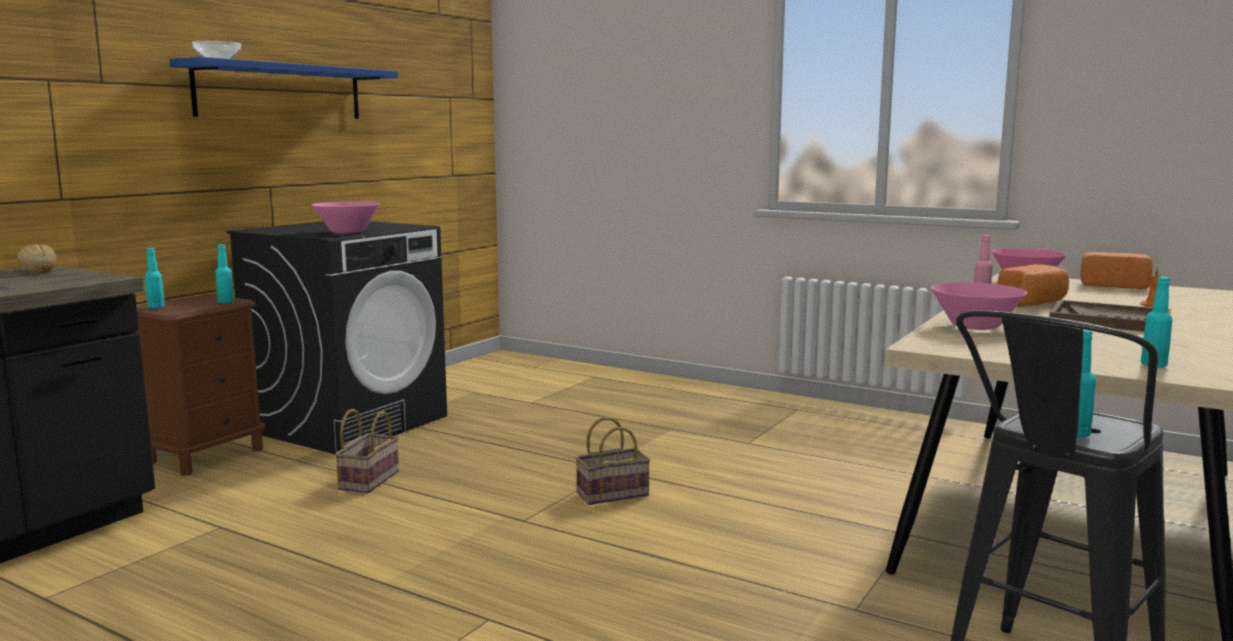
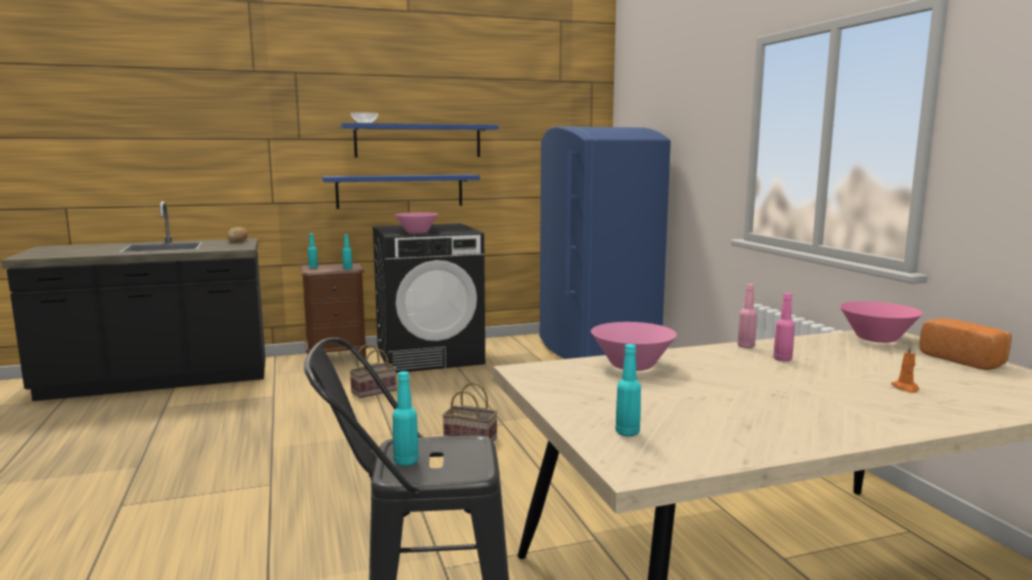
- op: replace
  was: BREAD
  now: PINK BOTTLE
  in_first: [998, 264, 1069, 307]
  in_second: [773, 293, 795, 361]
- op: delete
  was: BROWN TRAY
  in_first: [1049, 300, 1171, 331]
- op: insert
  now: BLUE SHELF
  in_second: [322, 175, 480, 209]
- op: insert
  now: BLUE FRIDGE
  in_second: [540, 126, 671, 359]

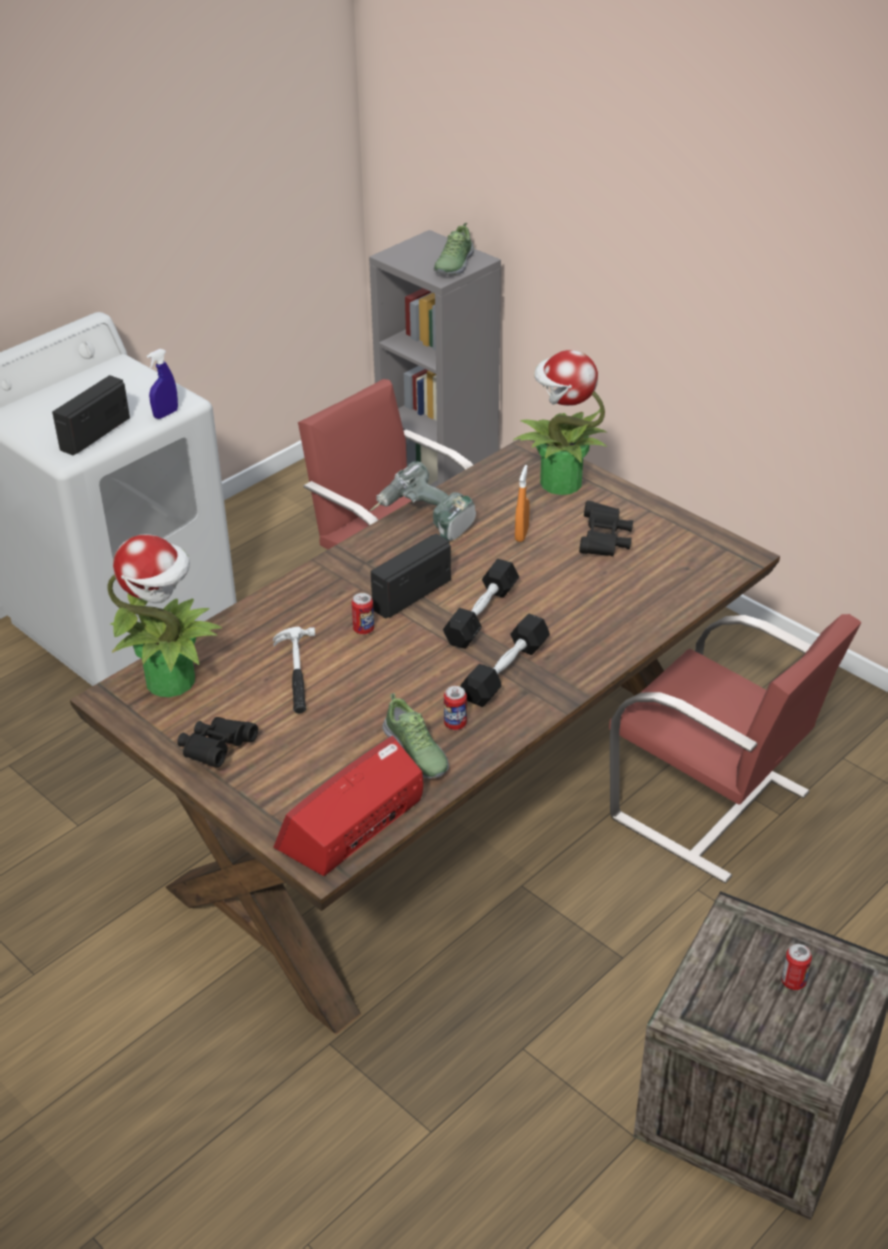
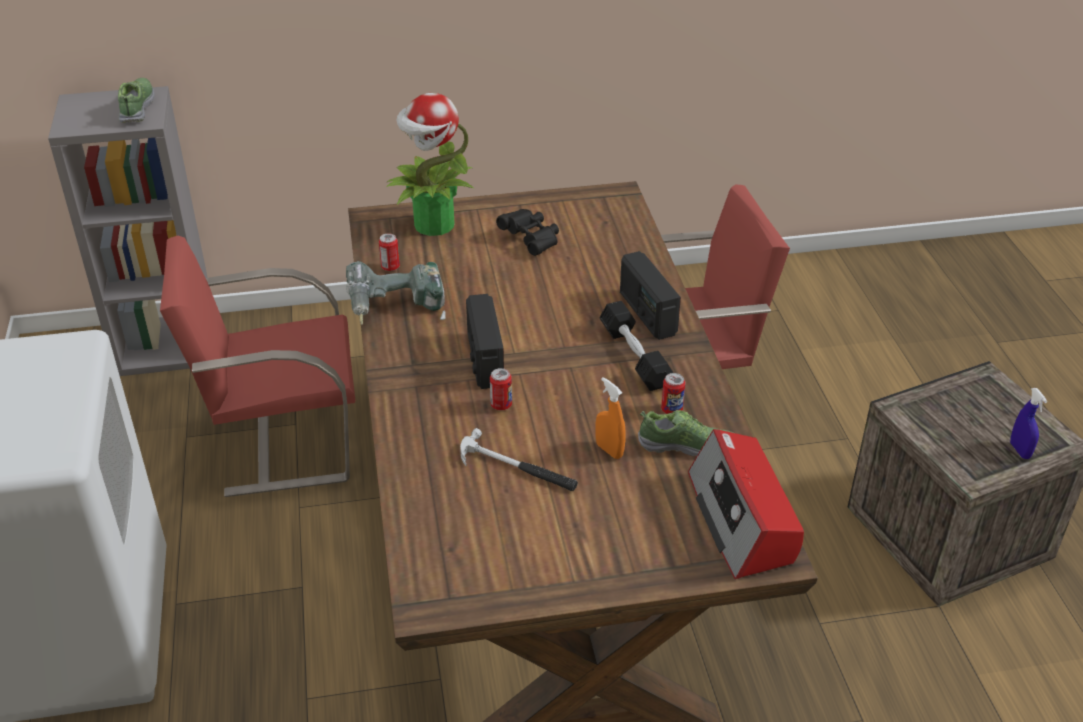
- op: move
  was: RADIO
  in_first: [52, 375, 130, 455]
  in_second: [620, 251, 681, 340]
- op: delete
  was: POTTED PLANT
  in_first: [107, 534, 223, 697]
- op: move
  was: BLUE SPRAY BOTTLE
  in_first: [147, 349, 178, 419]
  in_second: [1010, 388, 1047, 459]
- op: delete
  was: BLACK BINOCULARS
  in_first: [177, 717, 258, 768]
- op: rotate
  was: SHOE
  in_first: [434, 223, 474, 275]
  in_second: [118, 78, 155, 123]
  clockwise: -150
- op: delete
  was: BLACK DUMBBELL
  in_first: [443, 559, 519, 649]
- op: move
  was: ORANGE SPRAY BOTTLE
  in_first: [515, 465, 530, 542]
  in_second: [596, 377, 626, 459]
- op: move
  was: CAN
  in_first: [781, 944, 812, 990]
  in_second: [379, 233, 400, 271]

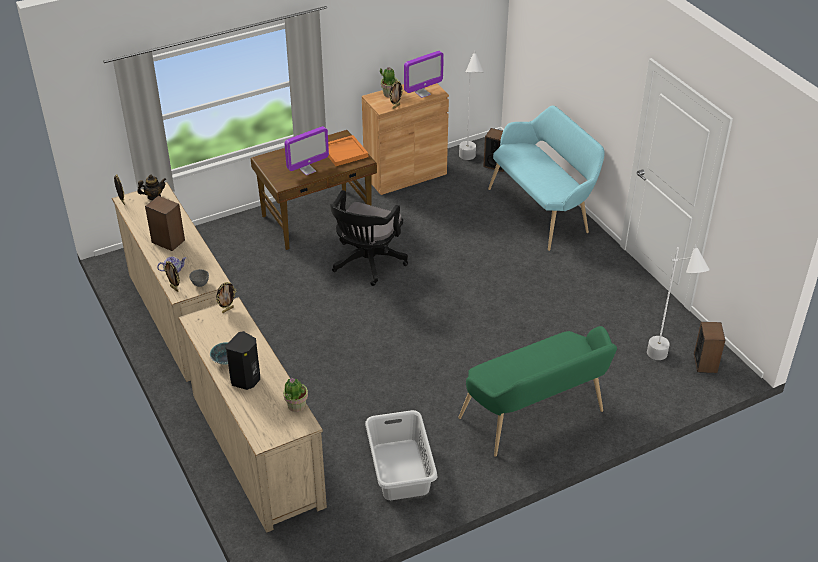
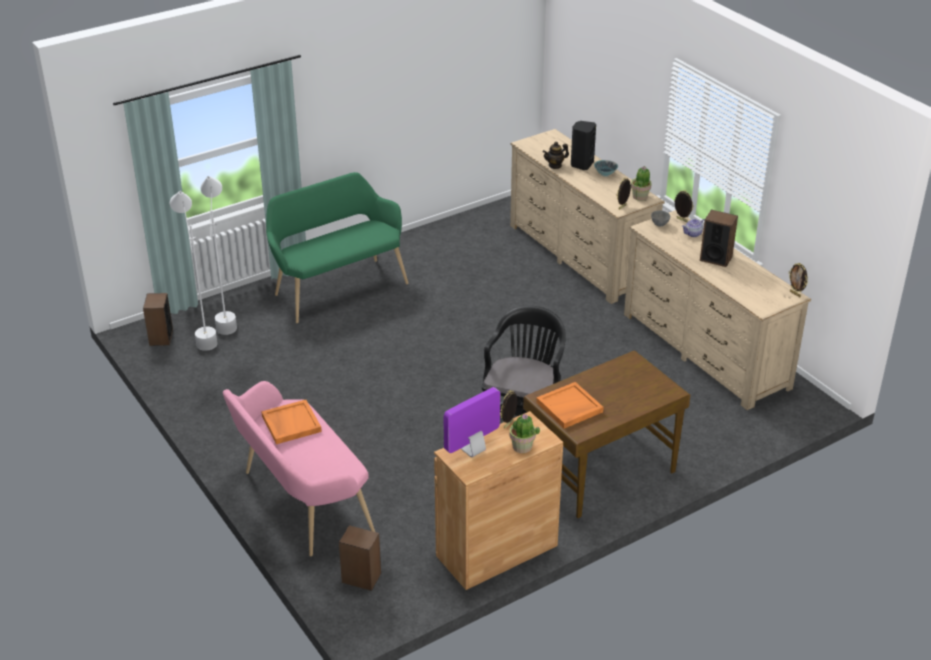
- op: move
  was: TEAPOT
  in_first: [137, 175, 166, 200]
  in_second: [543, 142, 569, 169]
- op: move
  was: POTTED PLANT
  in_first: [283, 378, 308, 412]
  in_second: [631, 166, 652, 201]
- op: delete
  was: MONITOR
  in_first: [285, 126, 329, 175]
- op: delete
  was: GREY LAUNDRY BASKET
  in_first: [365, 410, 437, 500]
- op: move
  was: WHITE FLOOR LAMP
  in_first: [459, 51, 484, 160]
  in_second: [201, 176, 237, 335]
- op: recolor
  was: TURQUOISE BENCH
  now: PINK BENCH
  in_first: [488, 105, 604, 251]
  in_second: [223, 381, 375, 556]
- op: insert
  now: ORANGE TRAY
  in_second: [261, 400, 322, 444]

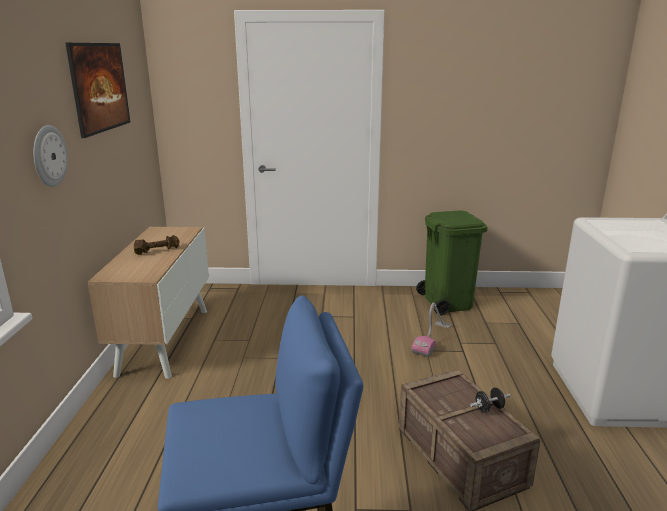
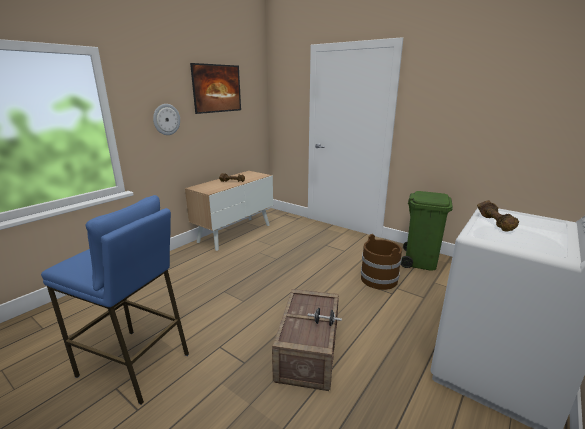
- op: replace
  was: VACUUM CLEANER
  now: BROWN BUCKET
  in_first: [412, 303, 451, 357]
  in_second: [361, 234, 402, 290]
- op: insert
  now: BROWN DUMBBELL
  in_second: [477, 200, 519, 231]

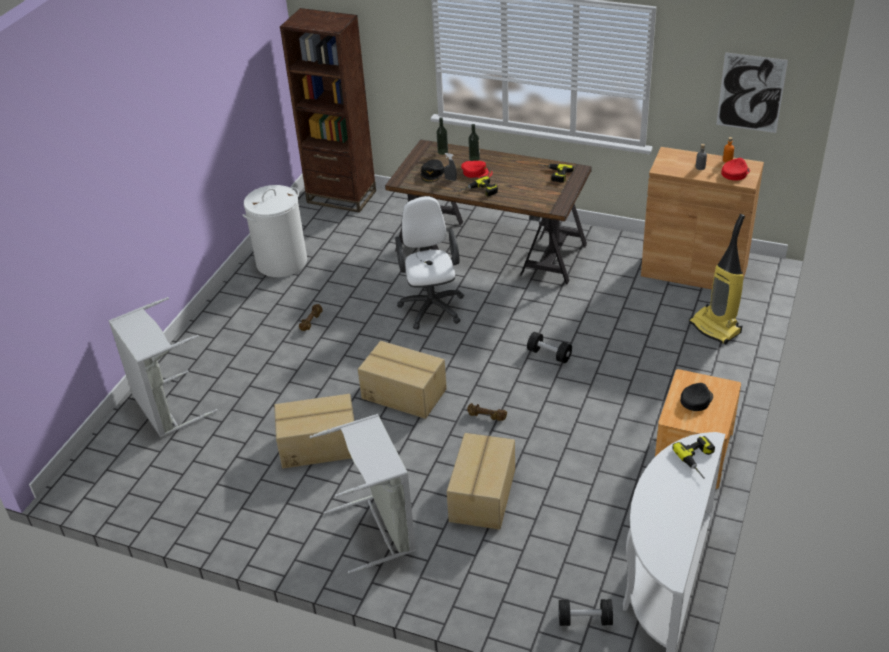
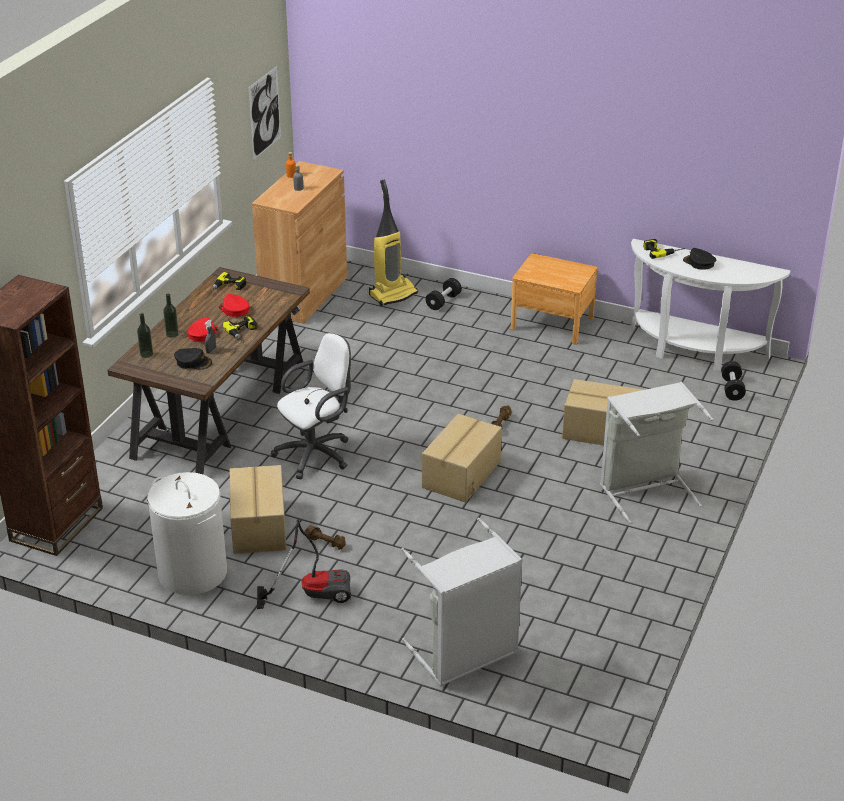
- op: move
  was: CARDBOARD BOX
  in_first: [274, 394, 354, 469]
  in_second: [230, 465, 287, 554]
- op: rotate
  was: WHITE OFFICE CHAIR
  in_first: [395, 196, 464, 330]
  in_second: [271, 333, 351, 479]
  clockwise: 150
- op: move
  was: BLACK DUMBBELL
  in_first: [527, 332, 572, 363]
  in_second: [426, 278, 462, 310]
- op: move
  was: BLACK CAP
  in_first: [680, 383, 713, 411]
  in_second: [683, 248, 716, 270]
- op: move
  was: RED CAP
  in_first: [721, 158, 750, 180]
  in_second: [219, 294, 249, 317]
- op: insert
  now: VACUUM CLEANER
  in_second: [257, 519, 351, 609]

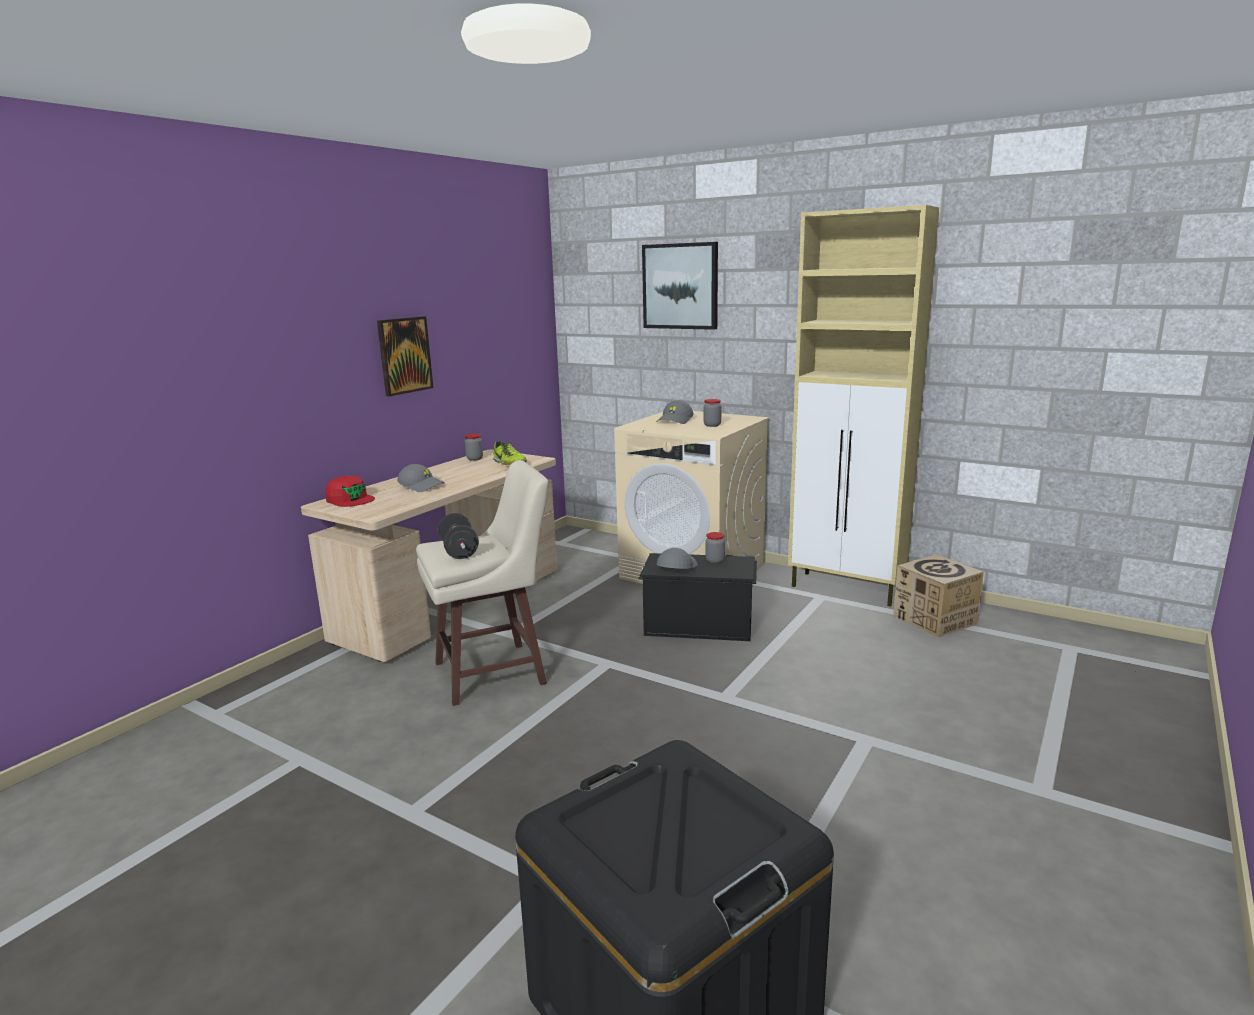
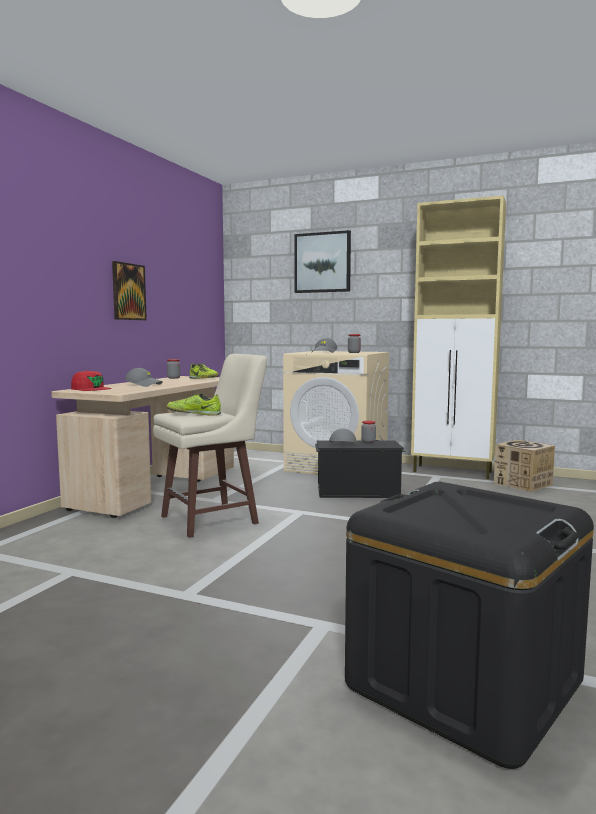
- op: replace
  was: BLACK DUMBBELL
  now: SHOE
  in_first: [438, 513, 479, 559]
  in_second: [167, 393, 221, 416]

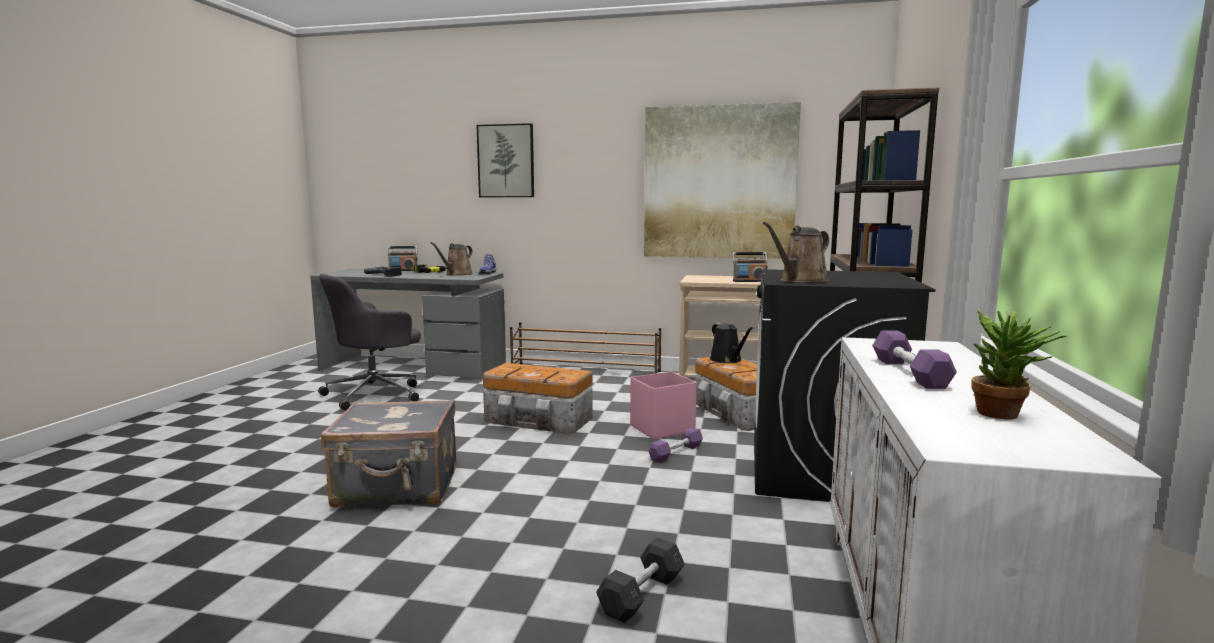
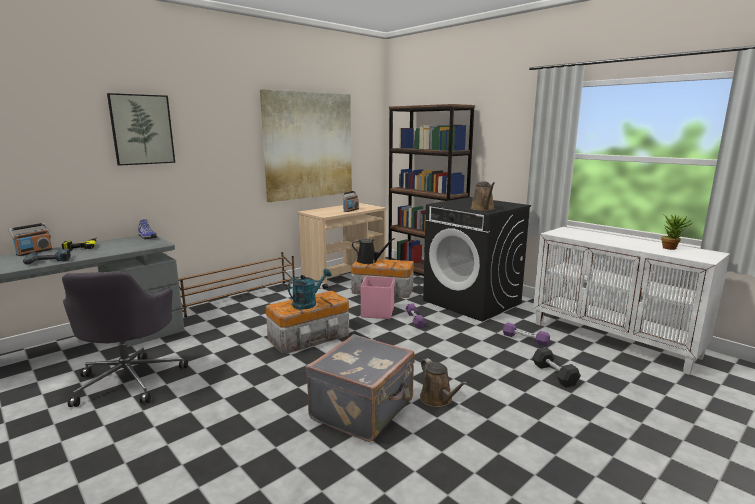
- op: move
  was: BROWN WATERING CAN
  in_first: [431, 242, 473, 276]
  in_second: [420, 358, 468, 407]
- op: move
  was: PURPLE DUMBBELL
  in_first: [872, 331, 957, 389]
  in_second: [503, 322, 550, 346]
- op: insert
  now: TURQUOISE WATERING CAN
  in_second: [288, 269, 331, 309]

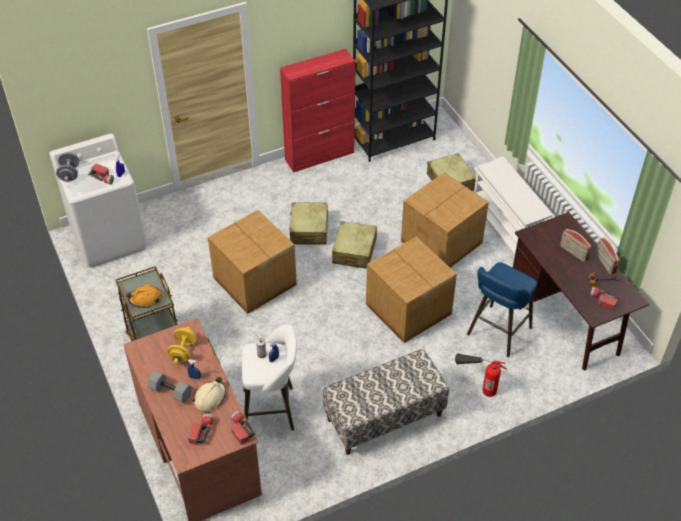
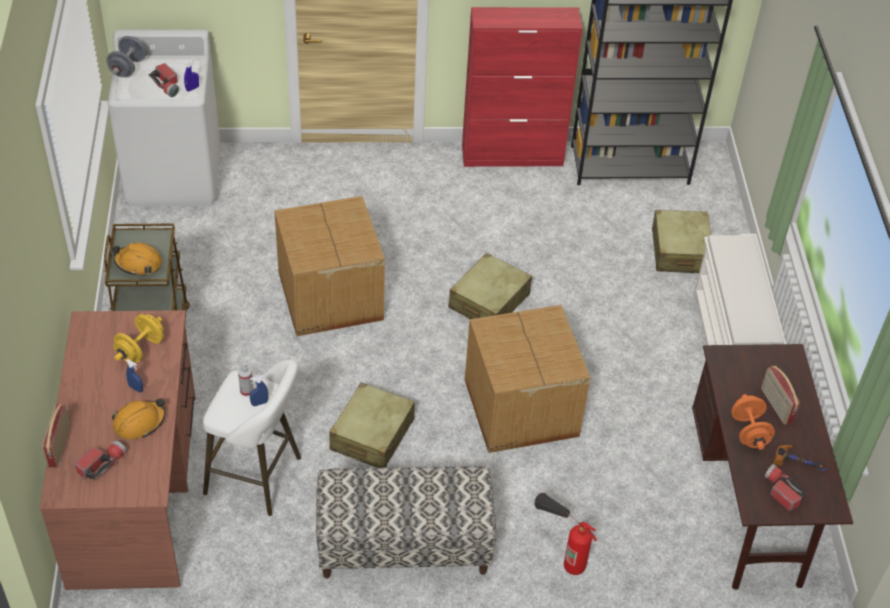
- op: delete
  was: GREY DUMBBELL
  in_first: [147, 371, 192, 403]
- op: recolor
  was: BEIGE HARD HAT
  now: ORANGE HARD HAT
  in_first: [193, 377, 226, 411]
  in_second: [112, 398, 166, 440]
- op: delete
  was: FLASHLIGHT
  in_first: [231, 411, 255, 445]
- op: move
  was: BEIGE SUITCASE
  in_first: [289, 202, 328, 245]
  in_second: [329, 382, 415, 468]
- op: delete
  was: CARDBOARD BOX
  in_first: [401, 172, 489, 268]
- op: delete
  was: BLUE STOOL
  in_first: [467, 262, 537, 357]
- op: move
  was: RADIO
  in_first: [596, 238, 620, 274]
  in_second: [42, 404, 71, 468]
- op: insert
  now: ORANGE DUMBBELL
  in_second: [731, 394, 775, 450]

